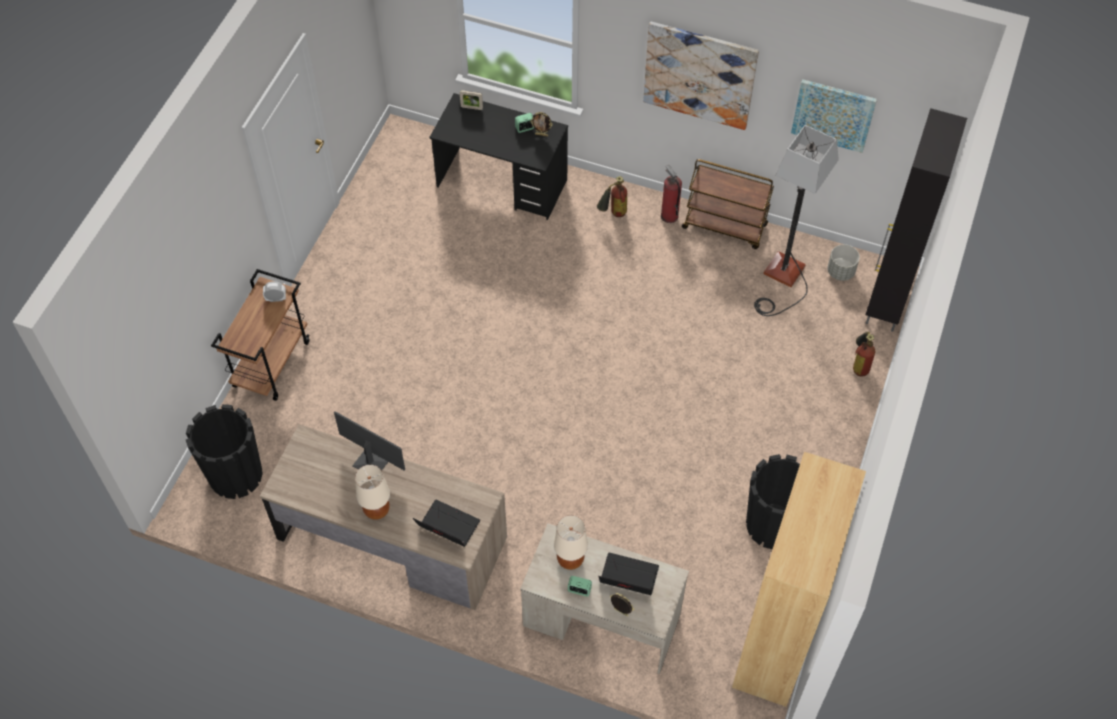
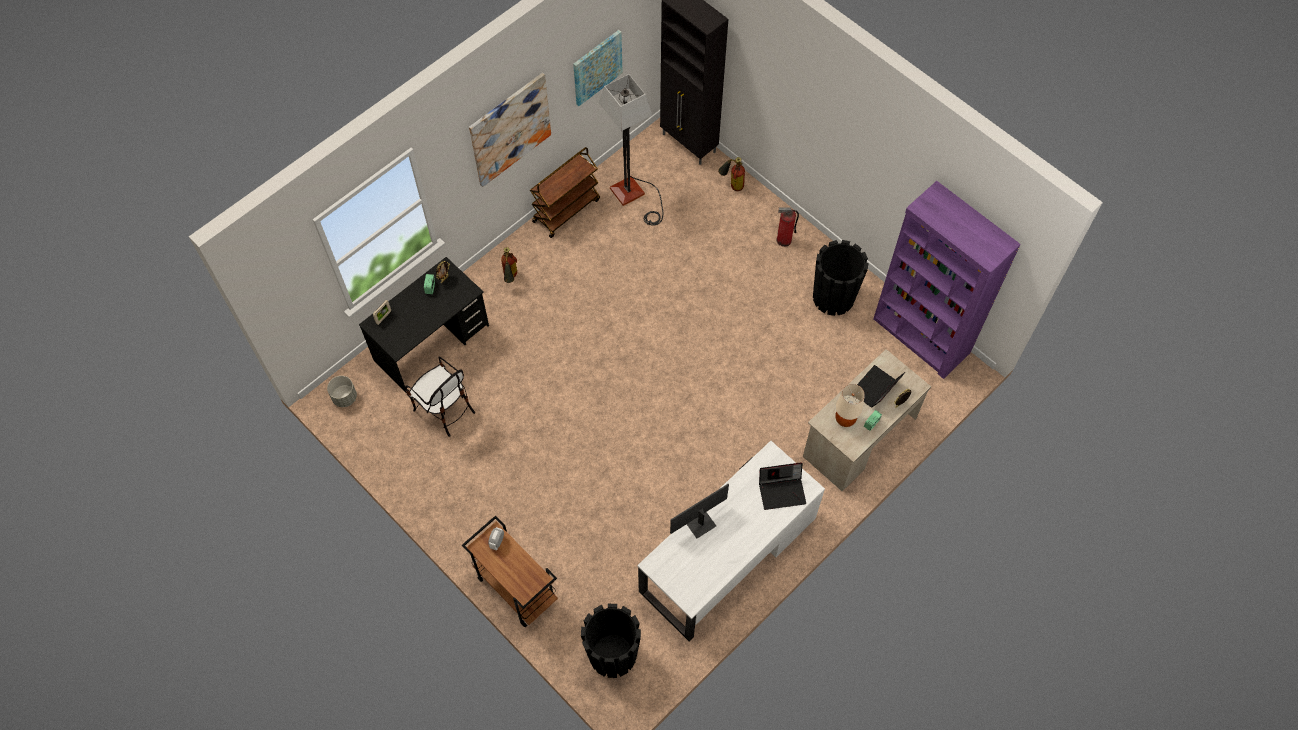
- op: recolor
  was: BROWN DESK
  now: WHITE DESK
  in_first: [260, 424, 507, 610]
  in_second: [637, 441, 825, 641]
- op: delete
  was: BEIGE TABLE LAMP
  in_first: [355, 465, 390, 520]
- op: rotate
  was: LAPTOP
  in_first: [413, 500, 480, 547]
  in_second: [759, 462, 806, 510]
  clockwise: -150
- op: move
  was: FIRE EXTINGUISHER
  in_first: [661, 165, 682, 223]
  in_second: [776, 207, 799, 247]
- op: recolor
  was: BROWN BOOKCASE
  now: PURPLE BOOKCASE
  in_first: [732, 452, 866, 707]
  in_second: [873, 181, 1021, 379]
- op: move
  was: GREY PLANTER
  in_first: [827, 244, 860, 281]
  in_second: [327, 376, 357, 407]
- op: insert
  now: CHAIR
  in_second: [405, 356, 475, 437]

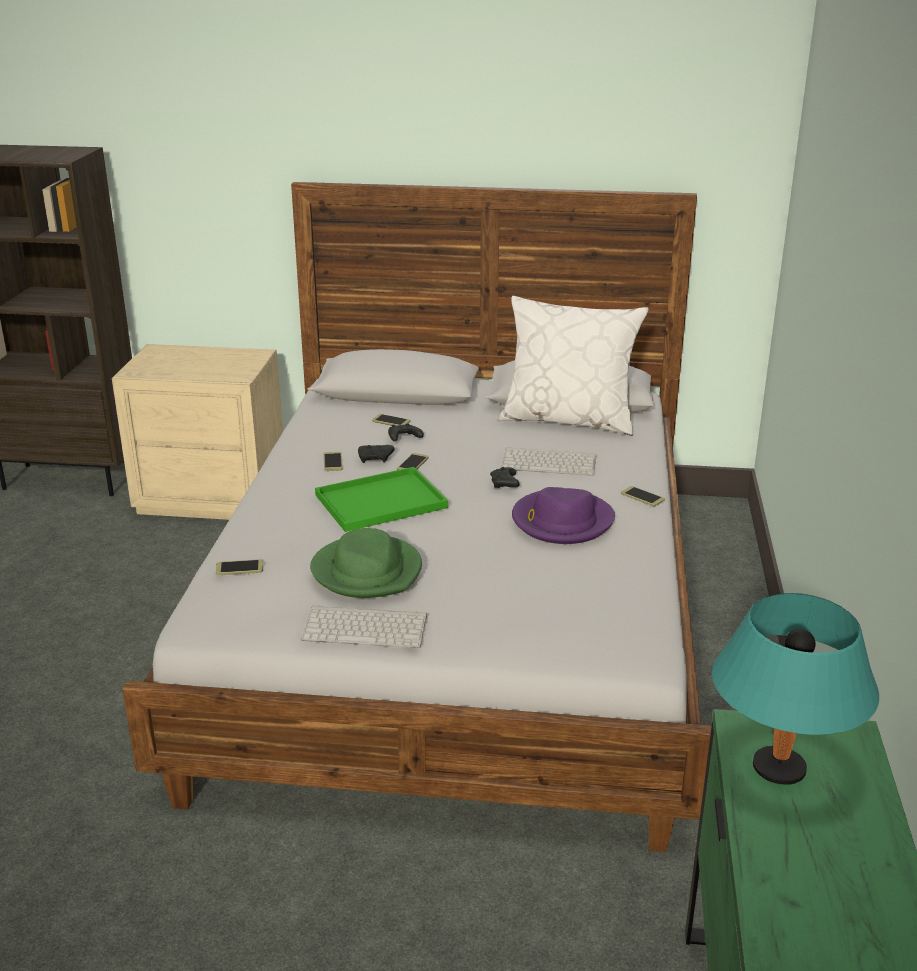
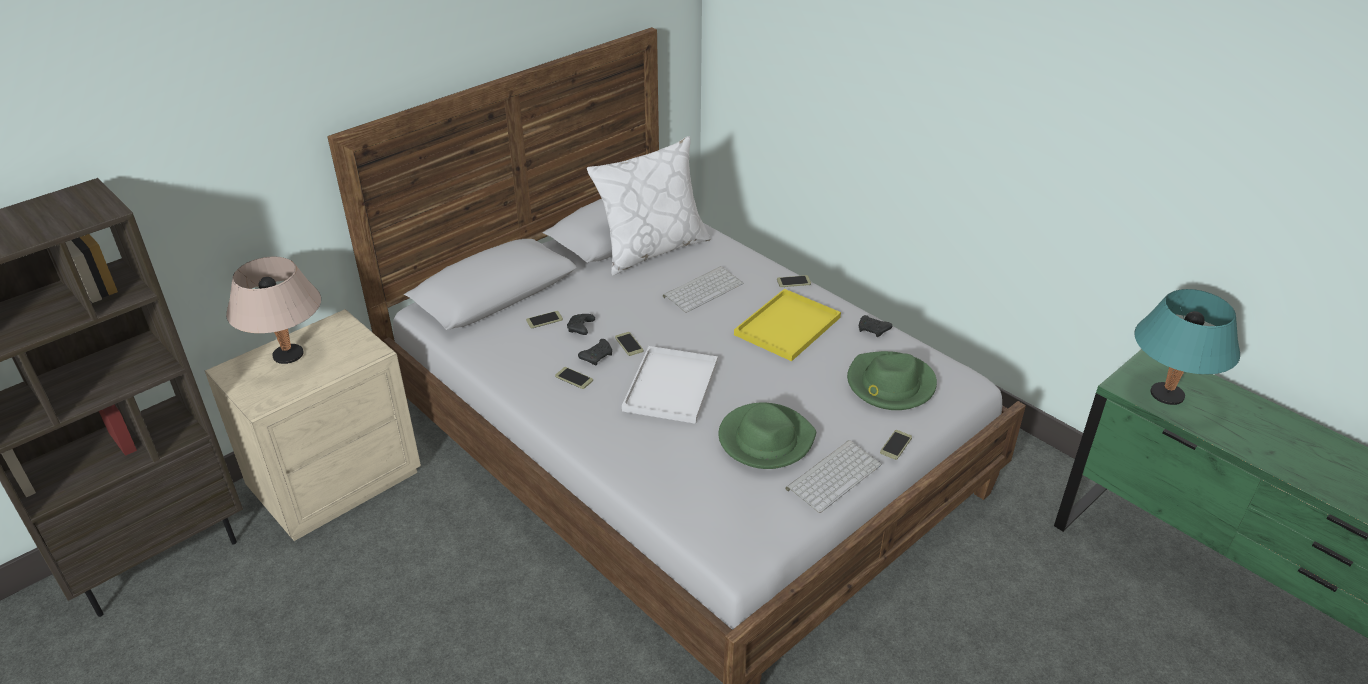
- op: move
  was: PHONE
  in_first: [216, 559, 263, 575]
  in_second: [880, 430, 912, 460]
- op: recolor
  was: GREEN TRAY
  now: WHITE TRAY
  in_first: [315, 467, 448, 532]
  in_second: [622, 346, 718, 424]
- op: move
  was: BLACK GAME CONTROLLER
  in_first: [490, 467, 520, 488]
  in_second: [859, 315, 892, 337]
- op: replace
  was: PURPLE HAT
  now: YELLOW TRAY
  in_first: [512, 487, 615, 544]
  in_second: [734, 289, 841, 361]
- op: insert
  now: BEIGE TABLE LAMP
  in_second: [226, 256, 321, 364]
- op: insert
  now: GREEN HAT
  in_second: [847, 351, 937, 410]

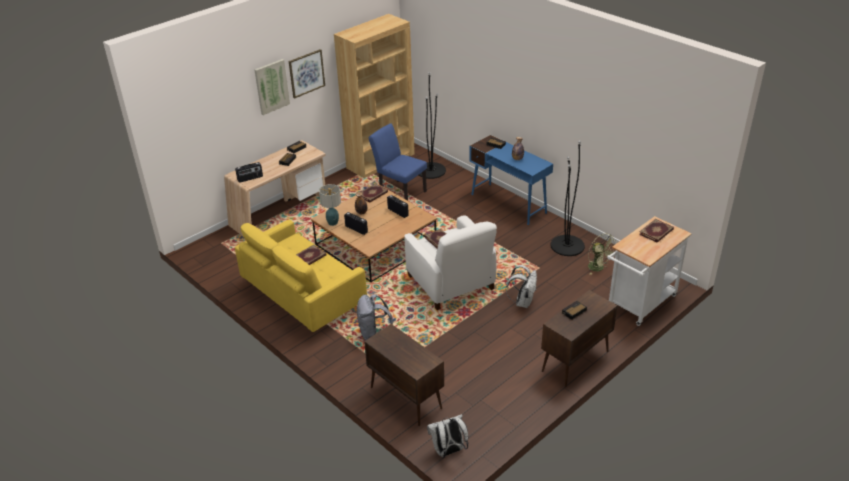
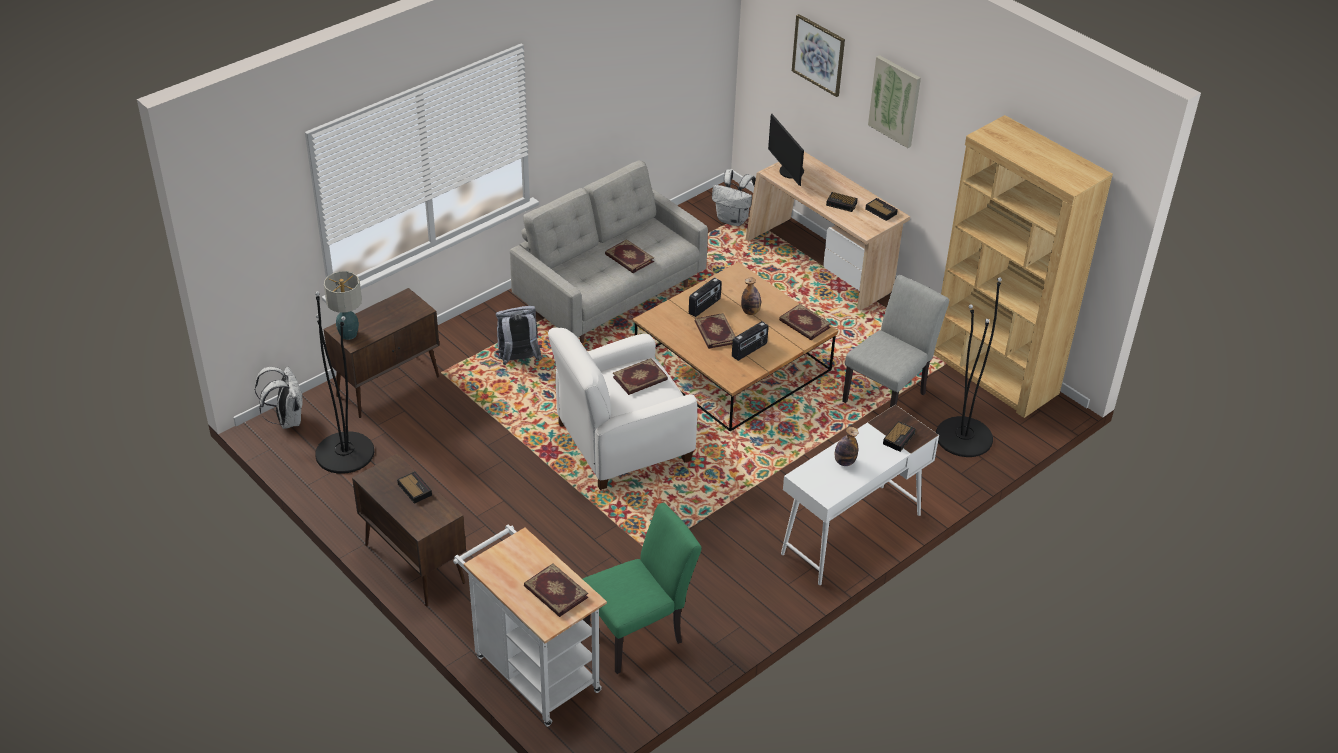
- op: replace
  was: RADIO
  now: MONITOR
  in_first: [235, 162, 263, 183]
  in_second: [768, 114, 804, 186]
- op: recolor
  was: YELLOW SOFA
  now: GREY SOFA
  in_first: [235, 220, 367, 333]
  in_second: [510, 161, 708, 343]
- op: move
  was: PICTURE
  in_first: [289, 49, 325, 98]
  in_second: [792, 14, 845, 97]
- op: move
  was: TABLE LAMP
  in_first: [319, 184, 341, 226]
  in_second: [324, 271, 362, 340]
- op: recolor
  was: BLUE CHAIR
  now: GREY CHAIR
  in_first: [369, 123, 427, 201]
  in_second: [842, 275, 949, 408]
- op: recolor
  was: BLUE DESK
  now: WHITE DESK
  in_first: [469, 135, 553, 225]
  in_second: [781, 405, 939, 585]
- op: move
  was: WHITE BACKPACK
  in_first: [506, 265, 537, 308]
  in_second: [712, 169, 756, 226]
- op: move
  was: BLACK FLOOR LAMP
  in_first: [550, 141, 585, 256]
  in_second: [315, 291, 374, 474]
- op: replace
  was: GREEN FAN
  now: GREEN CHAIR
  in_first: [588, 234, 617, 275]
  in_second: [583, 503, 702, 674]
- op: insert
  now: BOOK
  in_second: [695, 313, 736, 349]

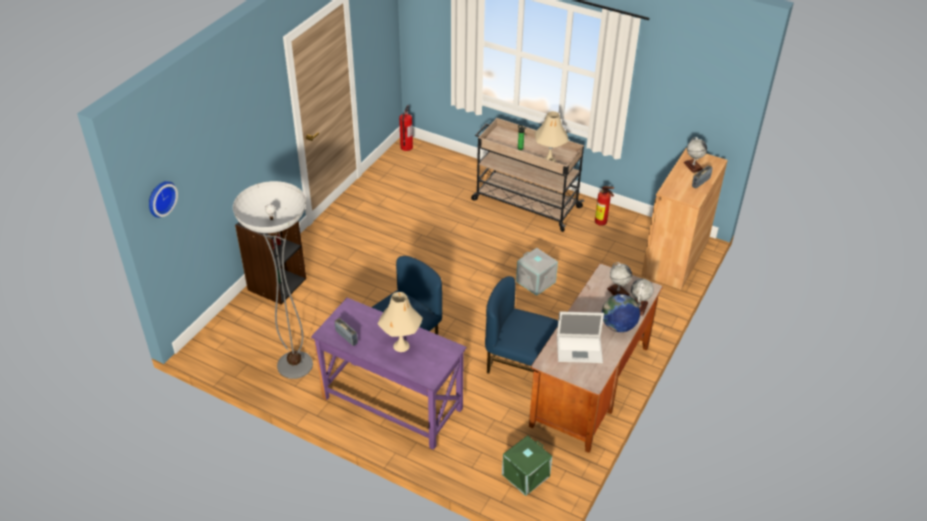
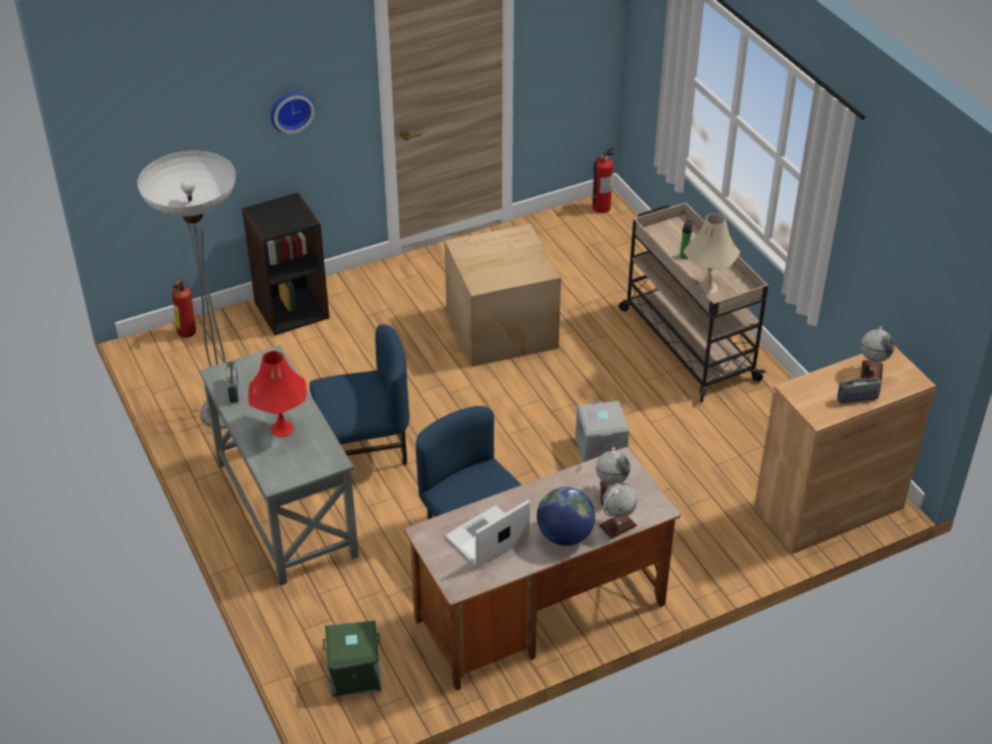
- op: move
  was: WALL CLOCK
  in_first: [149, 181, 178, 218]
  in_second: [271, 92, 315, 134]
- op: recolor
  was: PURPLE DESK
  now: GREY DESK
  in_first: [311, 298, 467, 450]
  in_second: [199, 345, 359, 585]
- op: recolor
  was: BEIGE TABLE LAMP
  now: RED TABLE LAMP
  in_first: [378, 292, 423, 352]
  in_second: [248, 351, 306, 437]
- op: rotate
  was: LAPTOP
  in_first: [557, 311, 604, 363]
  in_second: [445, 500, 530, 567]
  clockwise: 105
- op: move
  was: FIRE EXTINGUISHER
  in_first: [595, 186, 614, 226]
  in_second: [172, 279, 196, 338]
- op: insert
  now: CARDBOARD BOX
  in_second: [444, 224, 561, 367]

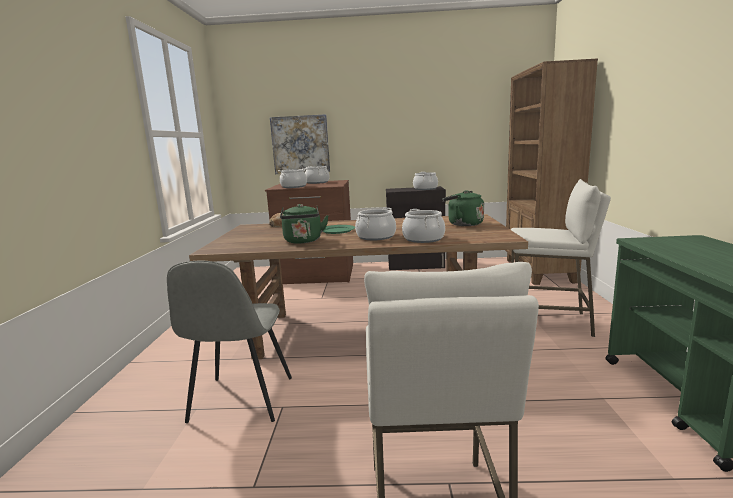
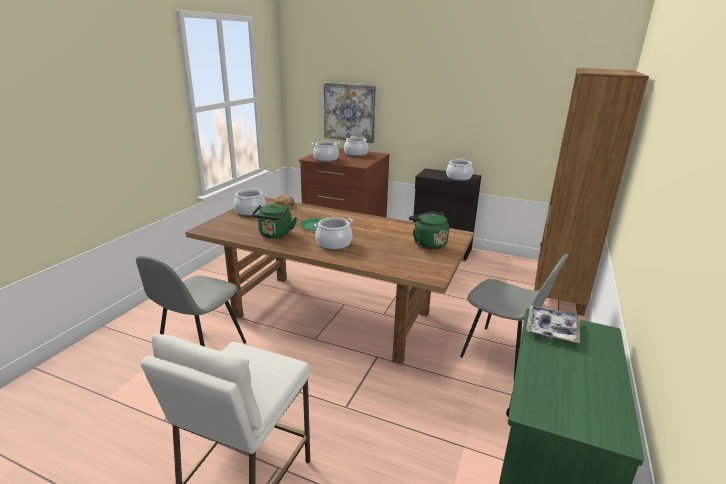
- op: move
  was: COOKING POT
  in_first: [402, 209, 445, 243]
  in_second: [234, 188, 266, 216]
- op: replace
  was: WHITE STOOL
  now: GREY CHAIR
  in_first: [511, 179, 611, 337]
  in_second: [460, 253, 568, 379]
- op: insert
  now: TRAY
  in_second: [526, 305, 580, 343]

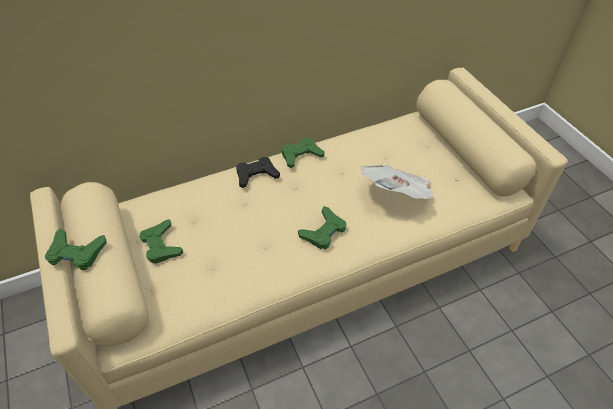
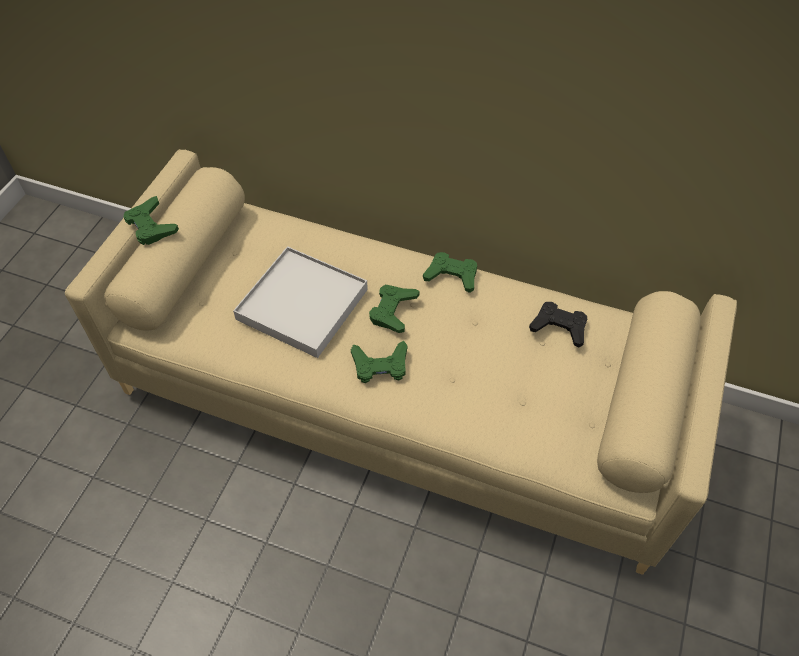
- op: move
  was: GREEN GAME CONTROLLER
  in_first: [139, 219, 183, 264]
  in_second: [369, 285, 420, 333]
- op: move
  was: BLACK GAME CONTROLLER
  in_first: [236, 157, 280, 188]
  in_second: [529, 302, 587, 348]
- op: delete
  was: NEWSPAPER
  in_first: [361, 165, 434, 199]
- op: insert
  now: WHITE TRAY
  in_second: [233, 246, 368, 358]

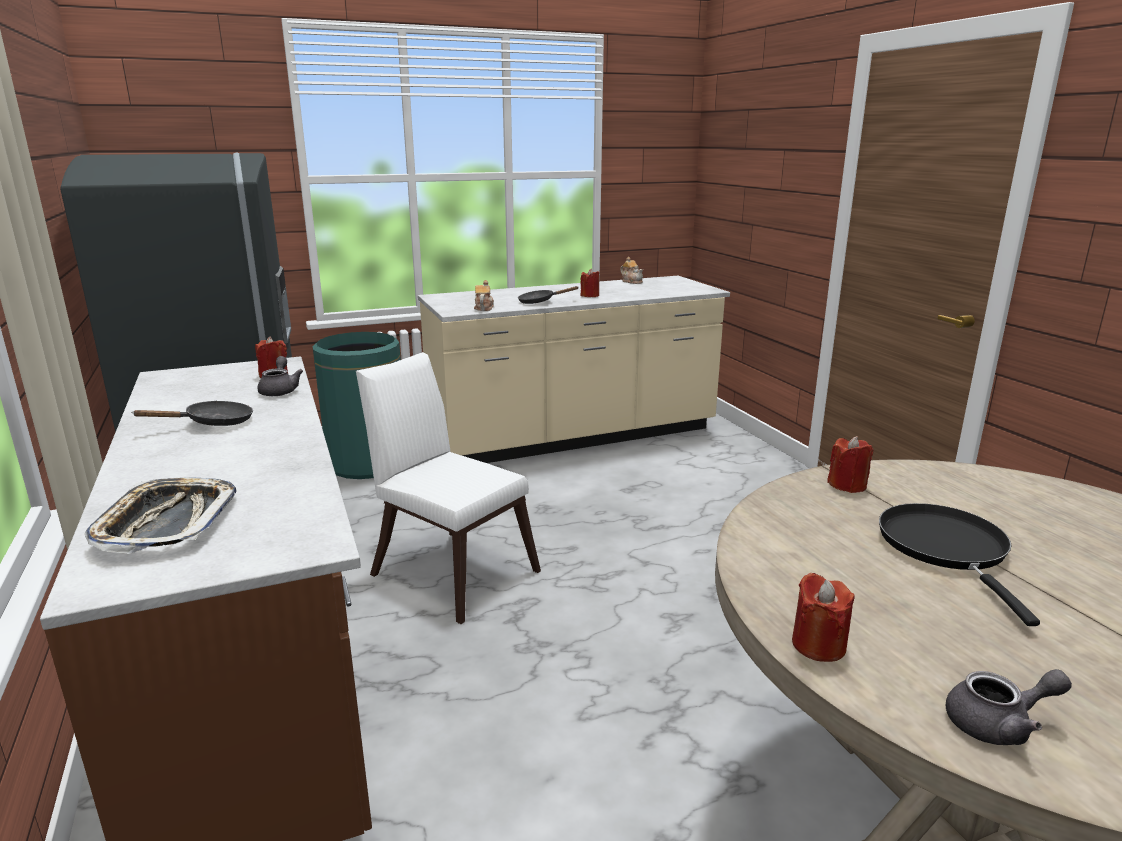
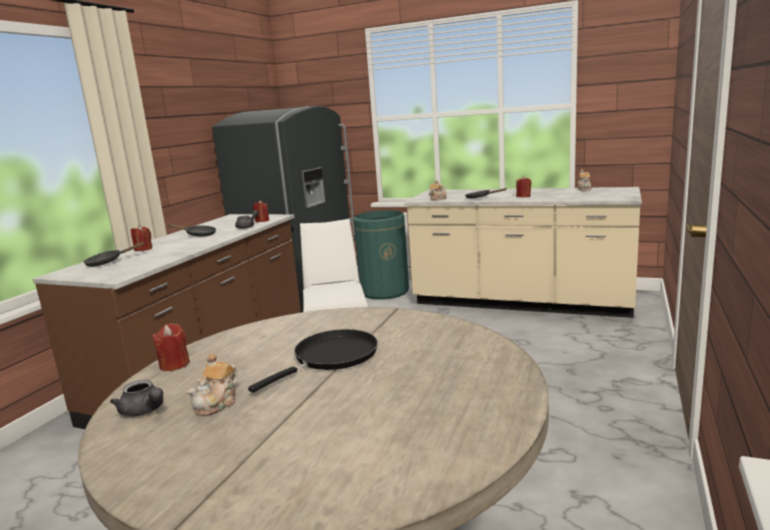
- op: replace
  was: TRAY
  now: BLACK FRYING PAN
  in_first: [85, 478, 236, 554]
  in_second: [84, 242, 145, 267]
- op: move
  was: RED CANDLE
  in_first: [827, 436, 873, 493]
  in_second: [131, 225, 152, 251]
- op: insert
  now: TEAPOT
  in_second: [187, 354, 238, 416]

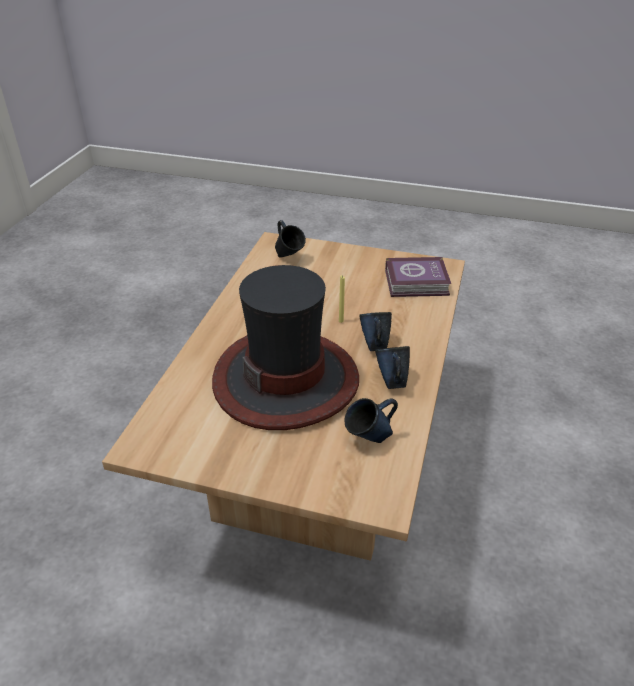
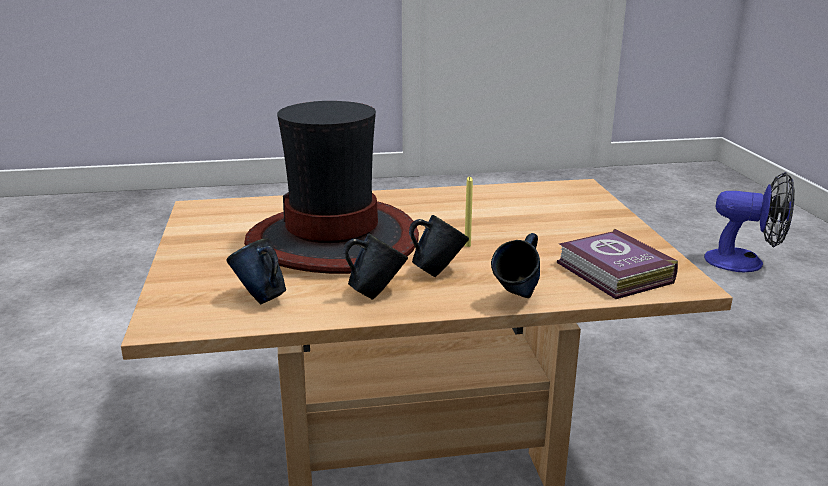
- op: move
  was: BLUE MUG
  in_first: [275, 220, 306, 258]
  in_second: [491, 233, 540, 298]
- op: insert
  now: FAN
  in_second: [704, 172, 795, 272]

